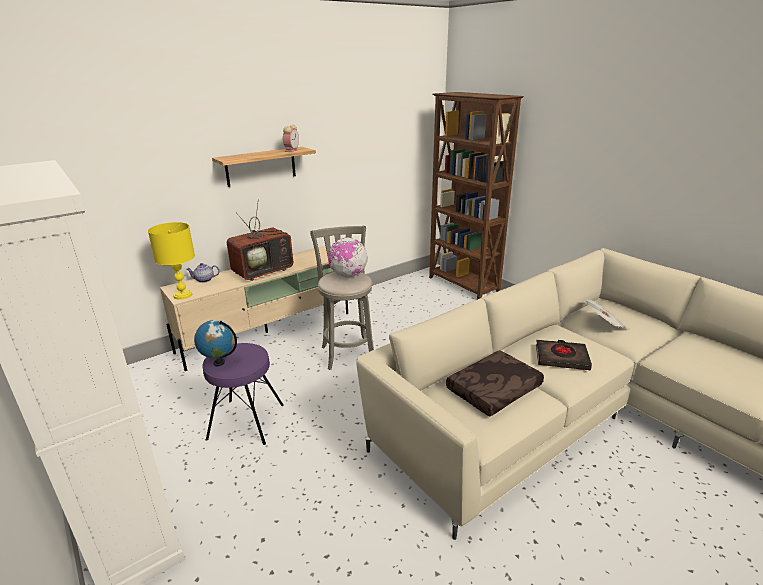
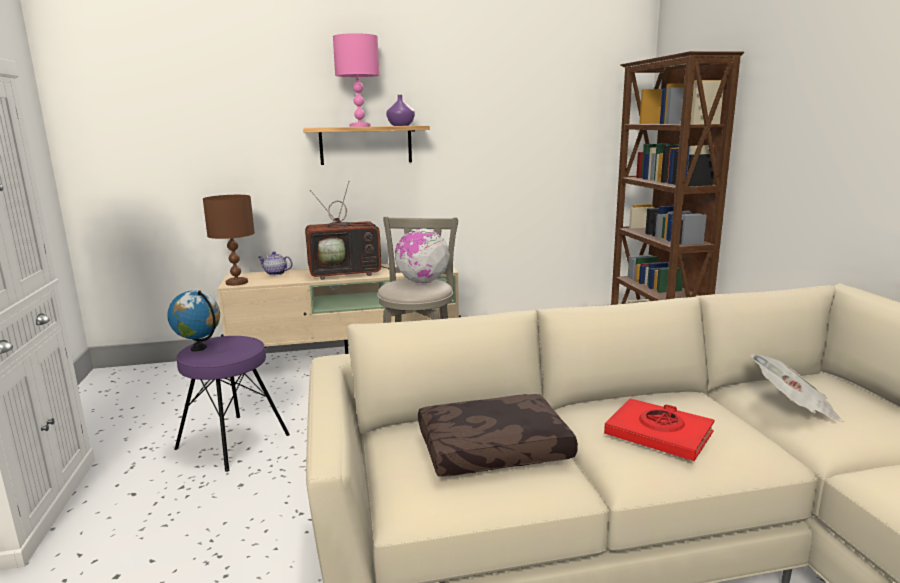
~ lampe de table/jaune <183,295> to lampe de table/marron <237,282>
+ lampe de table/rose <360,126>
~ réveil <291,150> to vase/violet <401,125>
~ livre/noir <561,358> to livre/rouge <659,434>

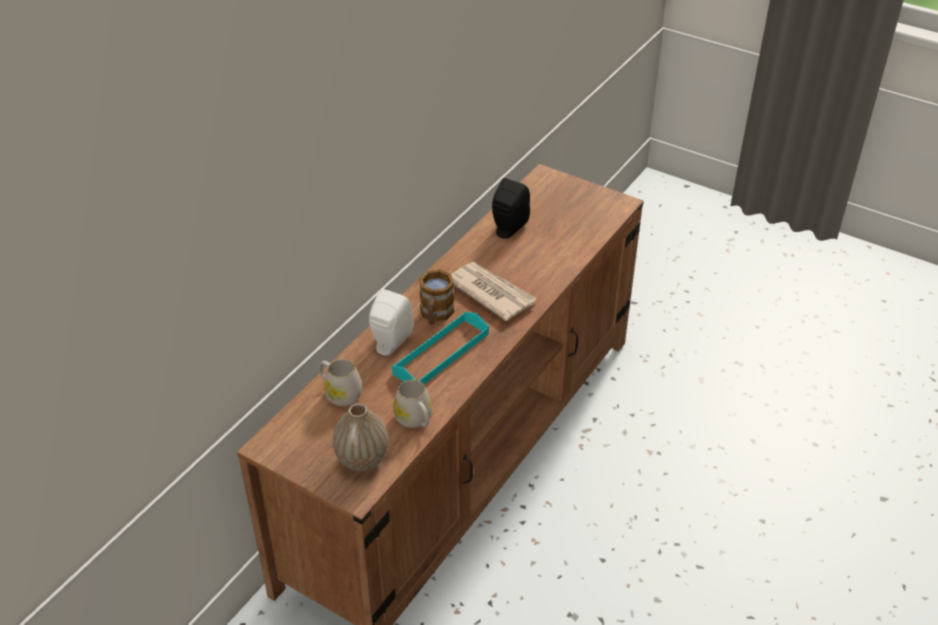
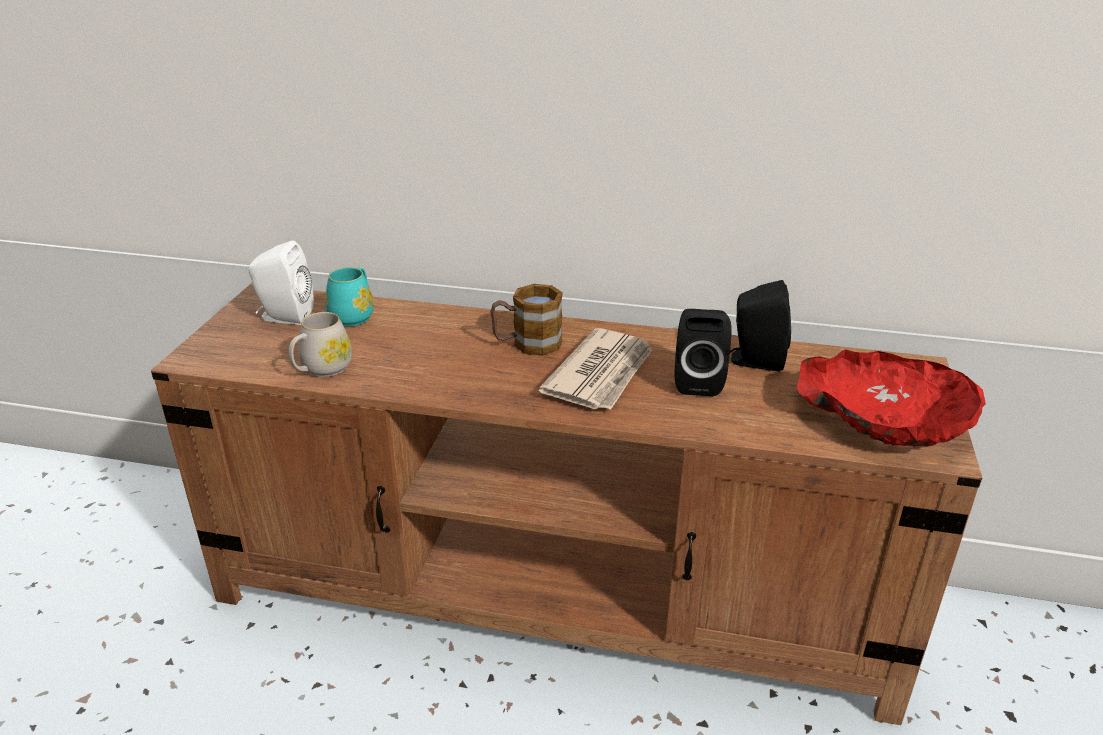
~ enceinte/blanc <389,344> to <284,316>
~ mug/blanc <340,393> to mug/turquoise <354,315>
+ enceinte/noir <697,381>
+ bol/rouge <884,419>
- vase <362,460>
- plateau/turquoise <441,353>

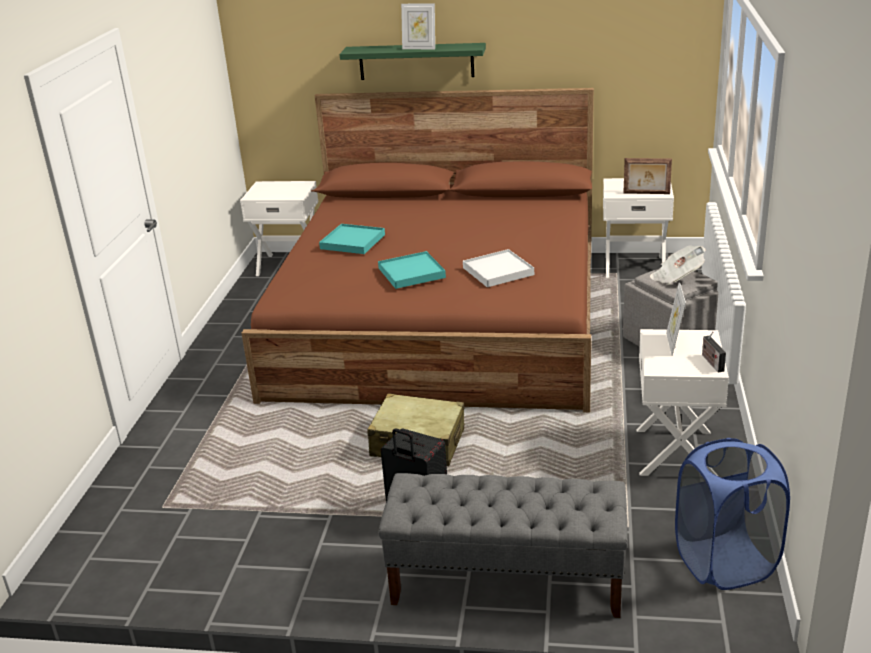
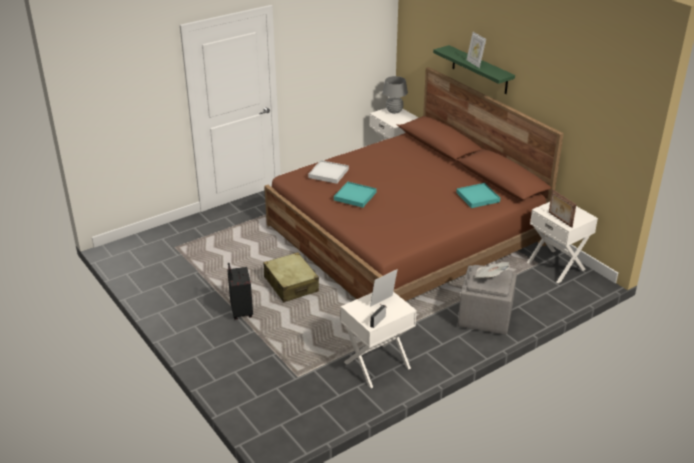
~ plateau/blanc <498,271> to <328,173>
+ lampe de table/gris <394,111>
~ plateau/turquoise <352,242> to <477,197>
- banc/gris <505,582>
- panier à linge/bleu <725,563>

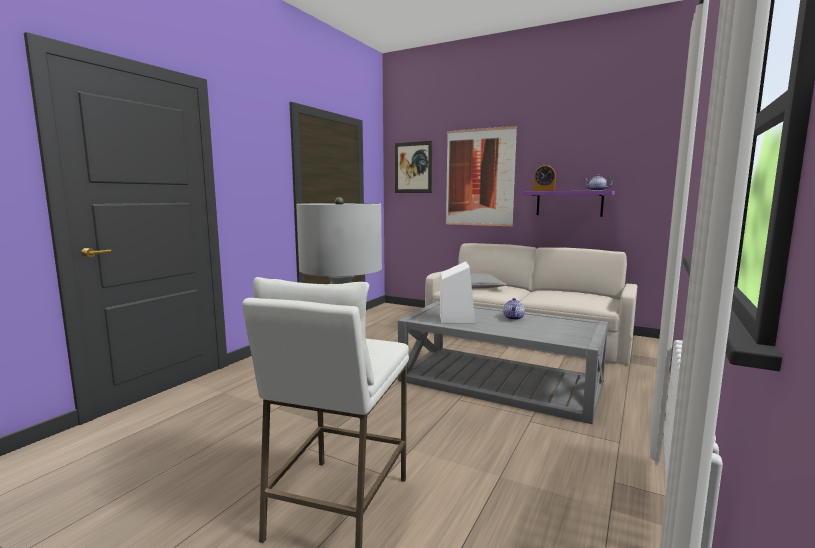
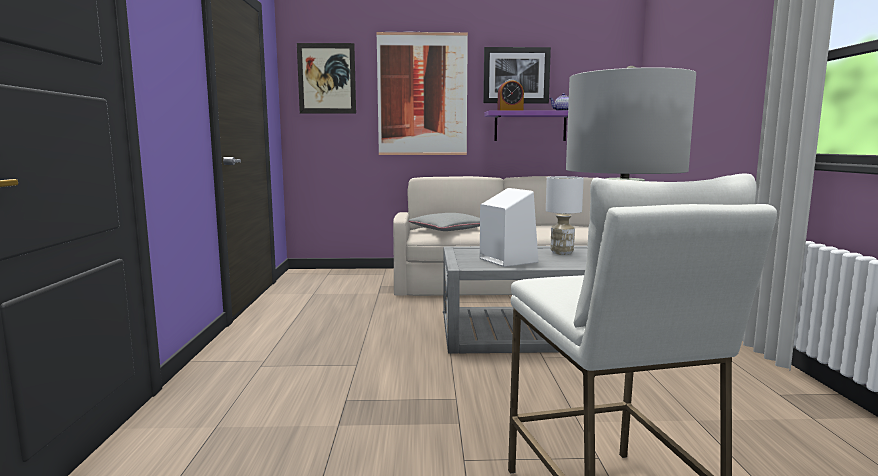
+ tableau <516,75>
~ théière <514,318> to lampe de table/blanc <562,253>

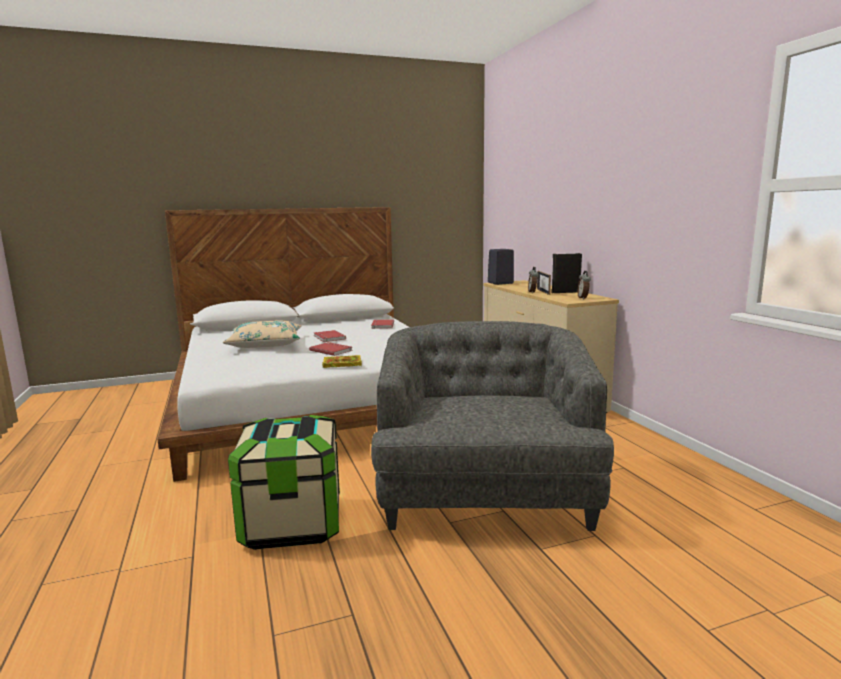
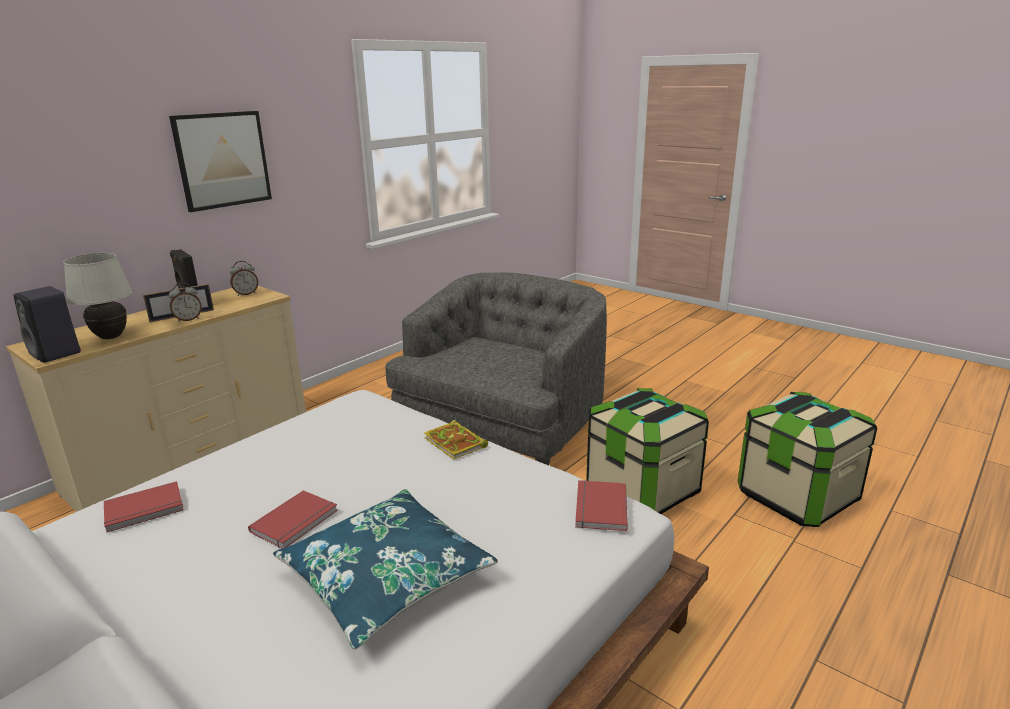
+ lampe de table/blanc <111,337>
+ tableau <222,160>
~ coussin/beige <265,344> to coussin/bleu <385,577>
~ fauteuil/gris <484,492> = <502,427> 150 degrees clockwise
~ livre/rouge <331,350> to <598,507>
+ boîte de rangement <796,497>

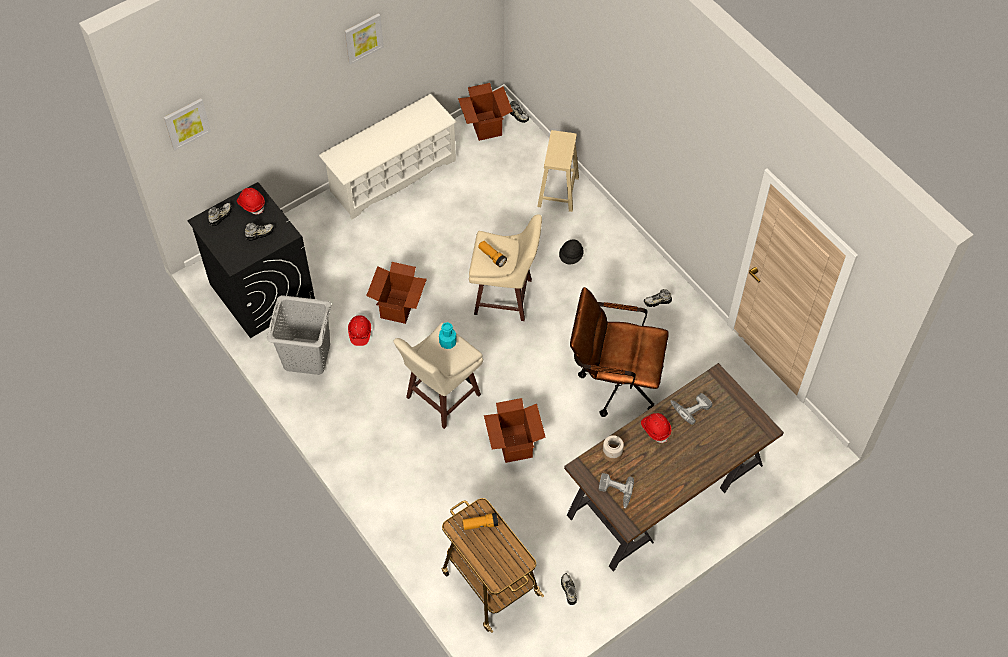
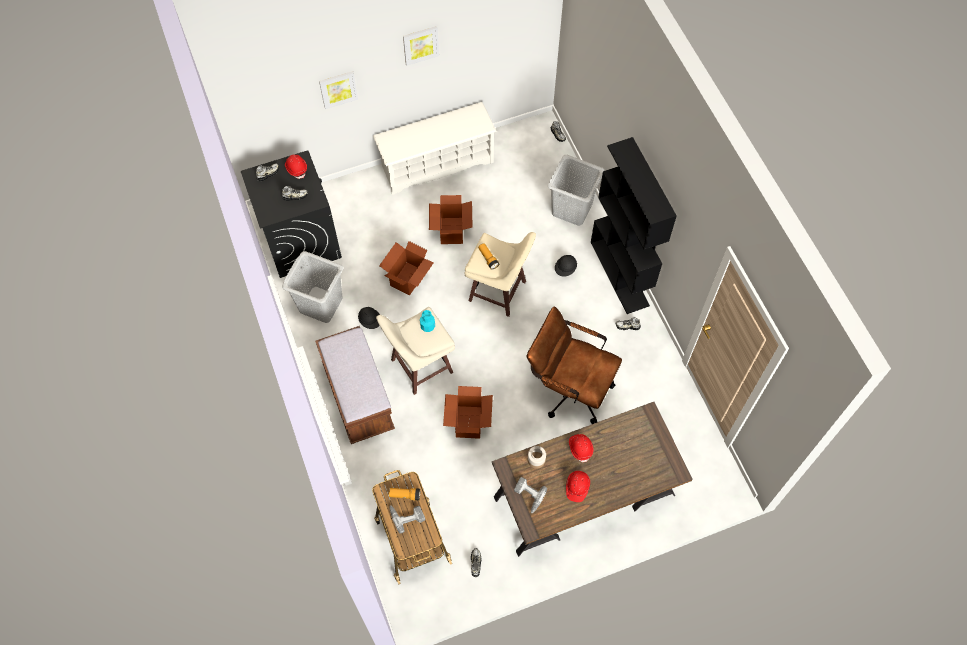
+ banc/marron <358,397>
~ tableau <186,123> to <338,89>
+ casque de chantier/noir <370,321>
~ perceuse <690,407> to <406,515>
~ carton <485,126> to <451,231>
~ tabouret/beige <558,191> to panier à linge/gris <571,208>
~ casque de chantier/rouge <360,333> to <577,487>
+ bibliothèque/noir <620,274>

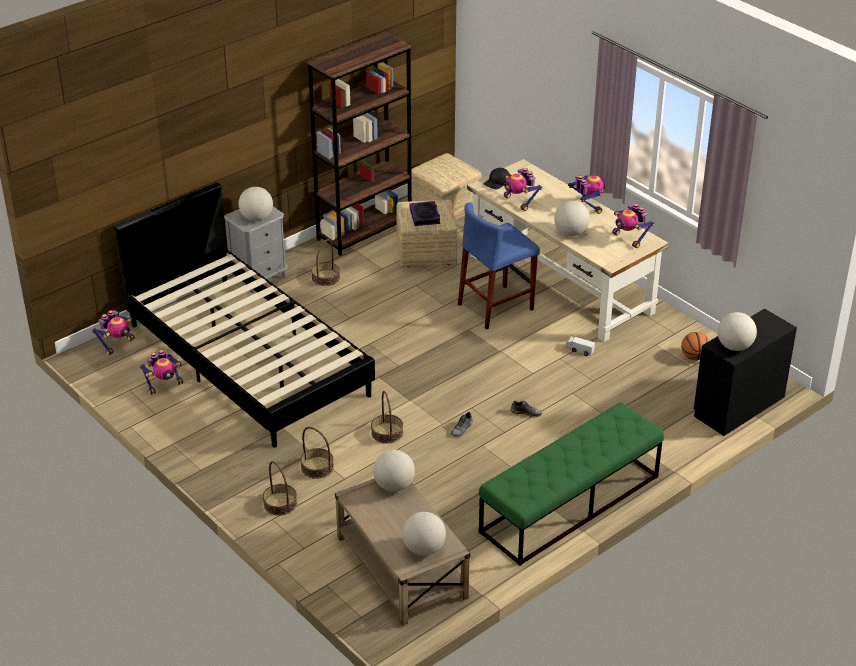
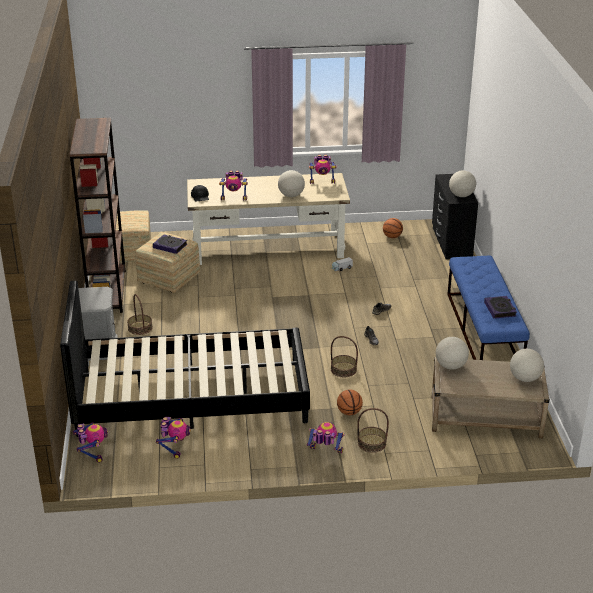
~ robot jouet <587,206> to <325,453>
~ panier <317,467> to ballon de basket <349,412>
~ banc/vert <569,504> to banc/bleu <483,331>
+ livre <500,309>
- globe <256,218>
- tabouret/bleu <495,307>

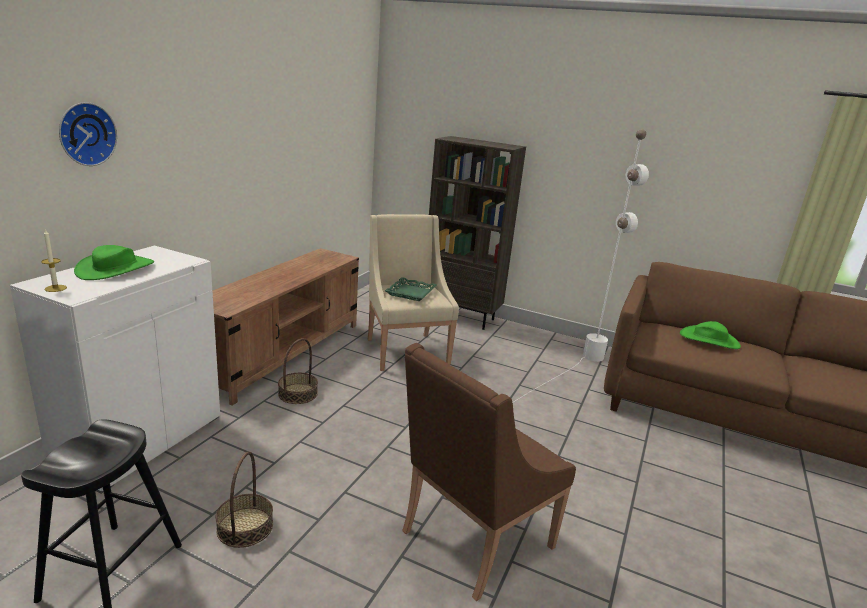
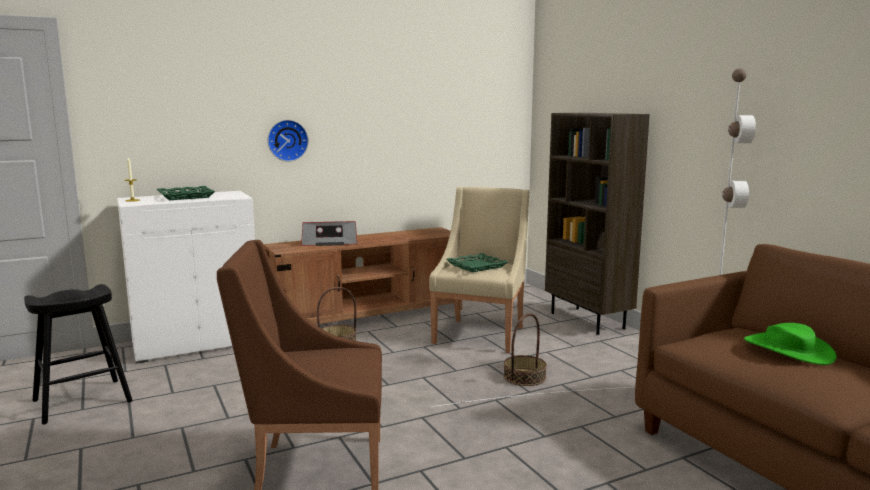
~ chapeau/vert <116,269> to plateau/vert <186,196>
~ horloge murale <85,134> to <287,140>
+ radio <330,242>
~ panier <245,527> to <524,377>

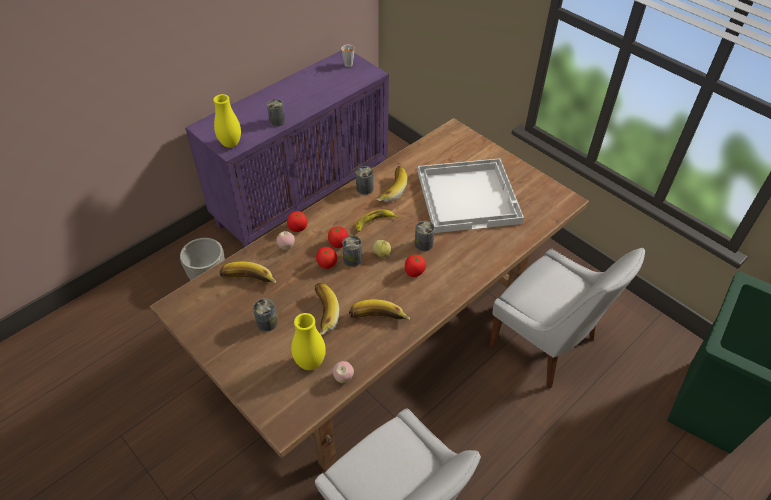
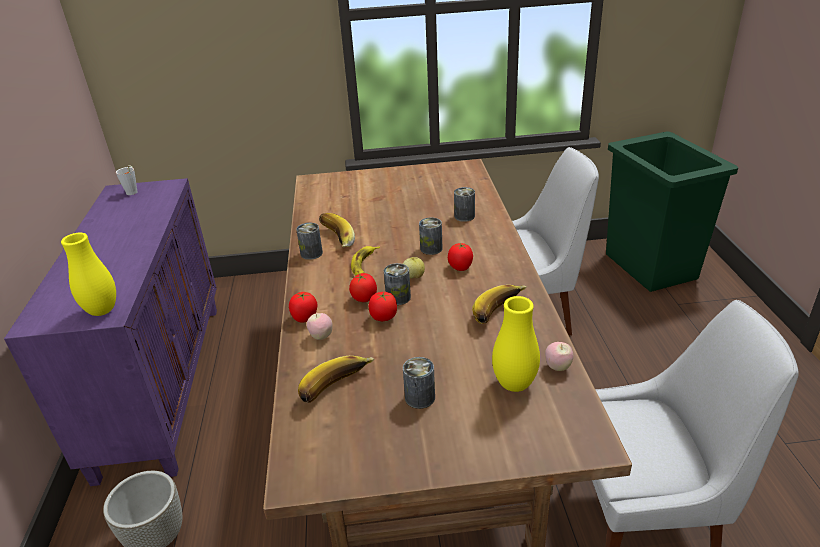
~ boîte métallique <277,121> to <464,216>
- banane <321,314>
- plateau/blanc <468,196>

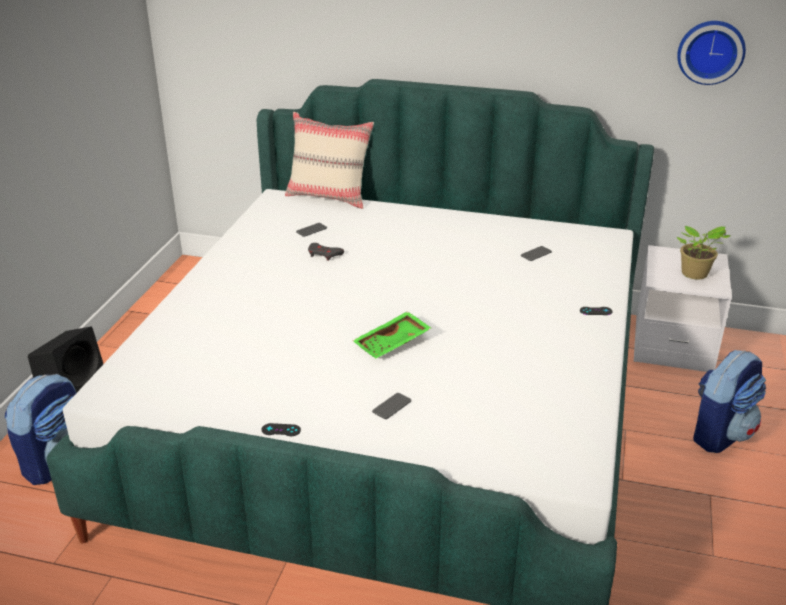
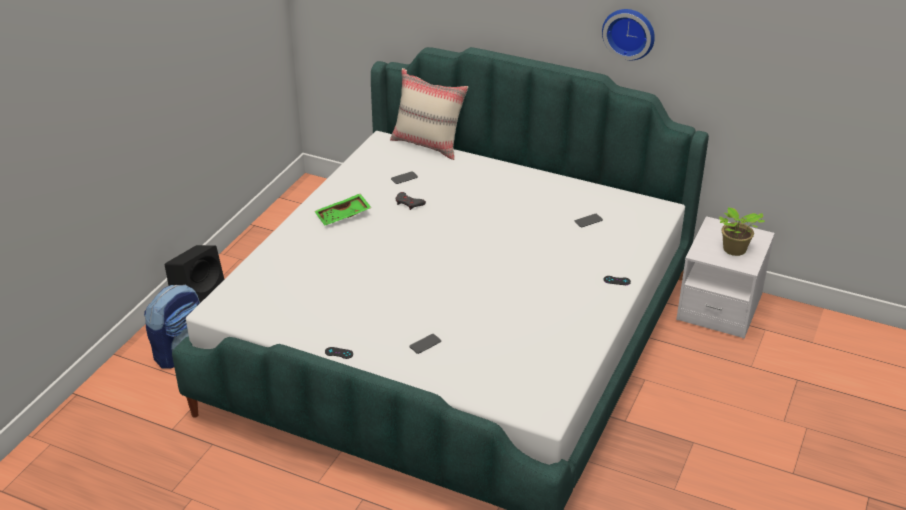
~ plateau/vert <393,344> to <343,216>
~ horloge murale <710,51> to <629,32>
- sac à dos <720,434>

